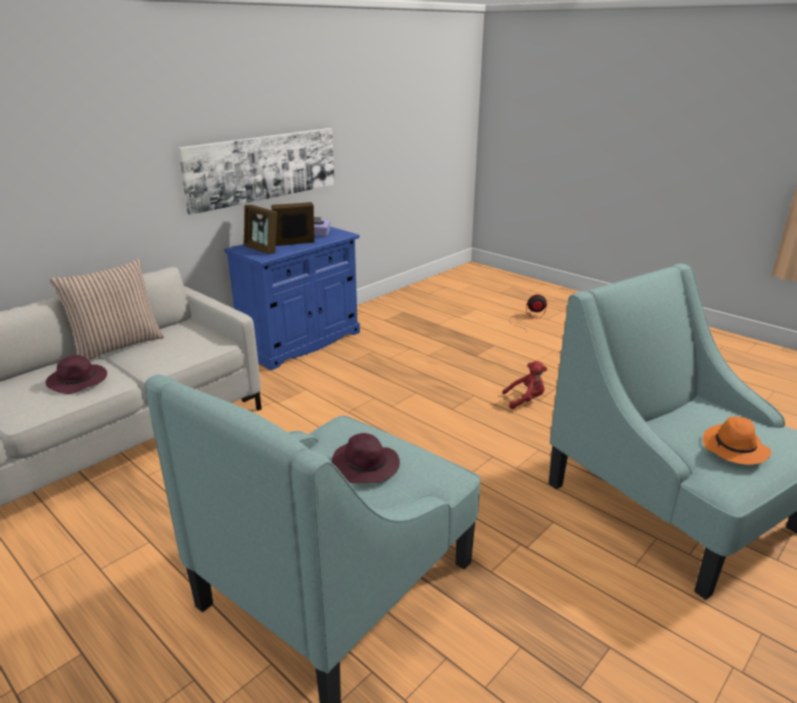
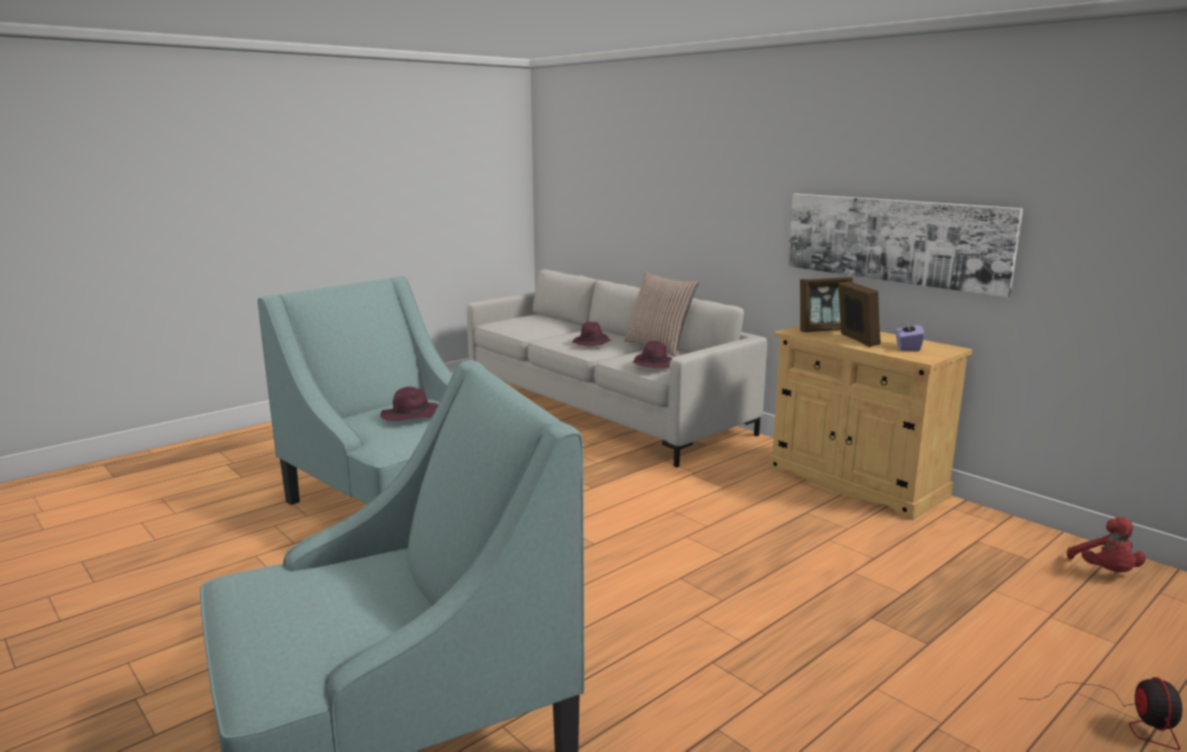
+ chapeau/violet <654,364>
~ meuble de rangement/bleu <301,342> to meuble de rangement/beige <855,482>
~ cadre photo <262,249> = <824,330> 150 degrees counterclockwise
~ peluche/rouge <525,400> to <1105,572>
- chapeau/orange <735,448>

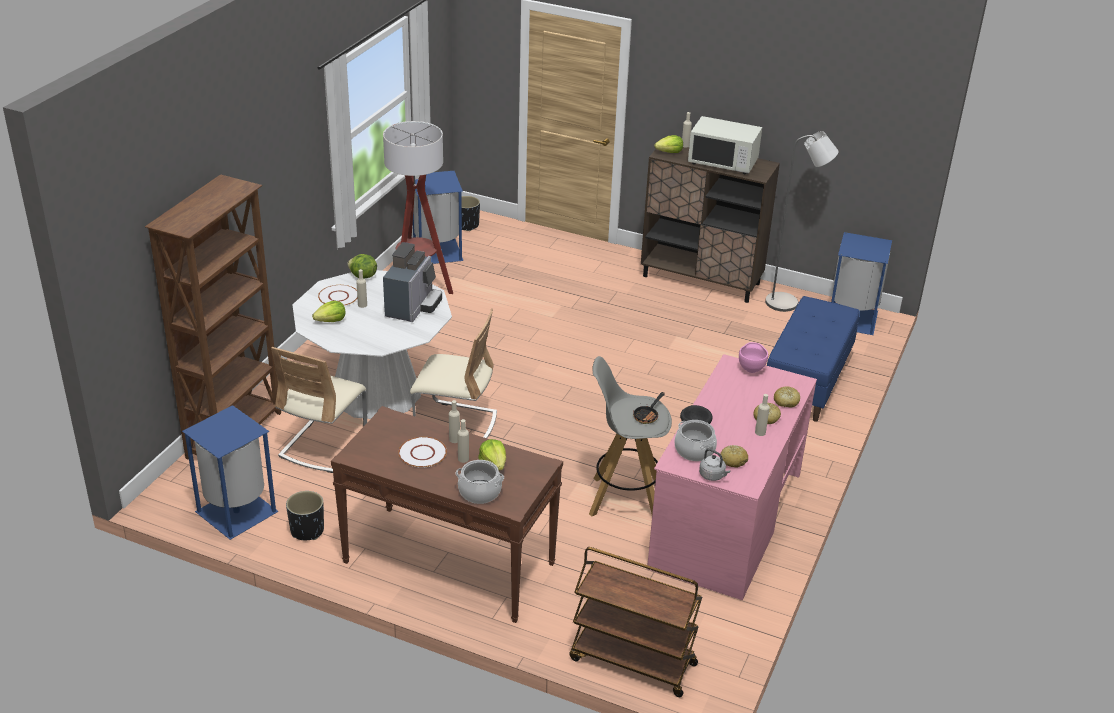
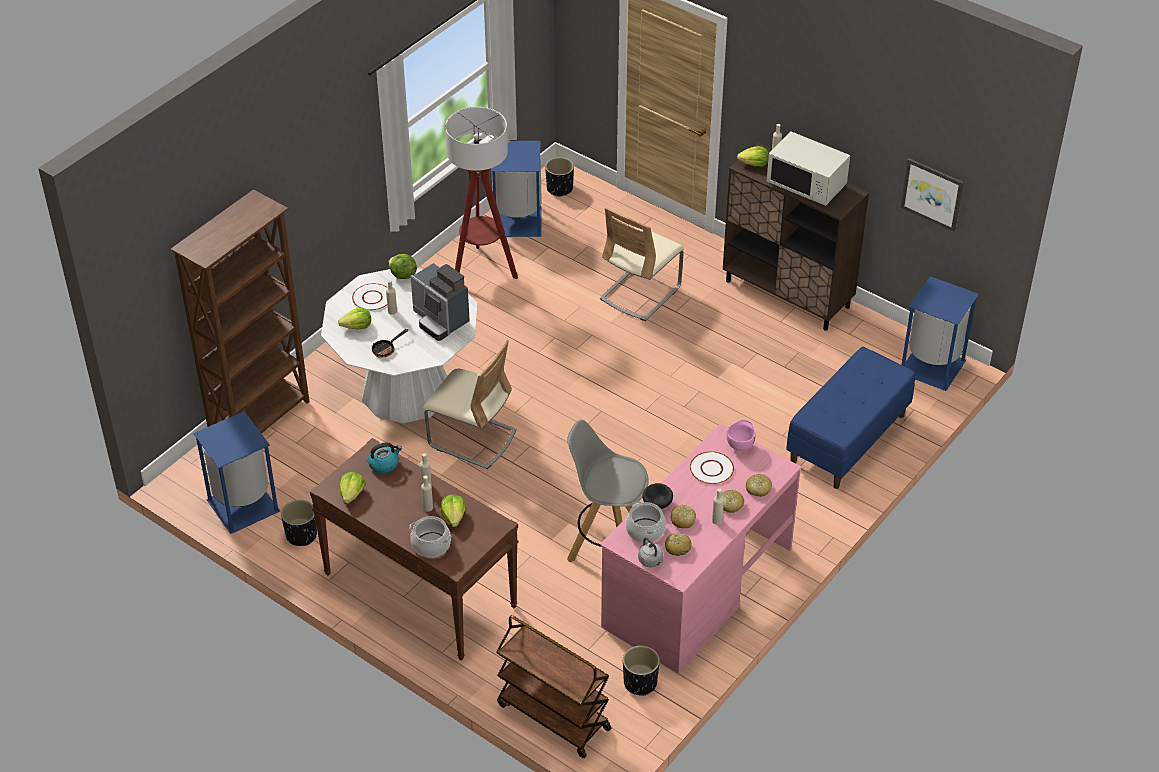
+ laitue <352,494>
+ bouilloire <384,464>
~ poêle <647,415> to <386,349>
~ machine à café <413,307> = <440,320> 105 degrees clockwise
~ chaise/beige <323,445> to <640,293>
+ cache-pot/noir <640,682>
+ pain <683,520>
~ assiette/blanc <422,453> to <711,469>
+ tableau <932,194>
- lampadaire/gris <788,303>

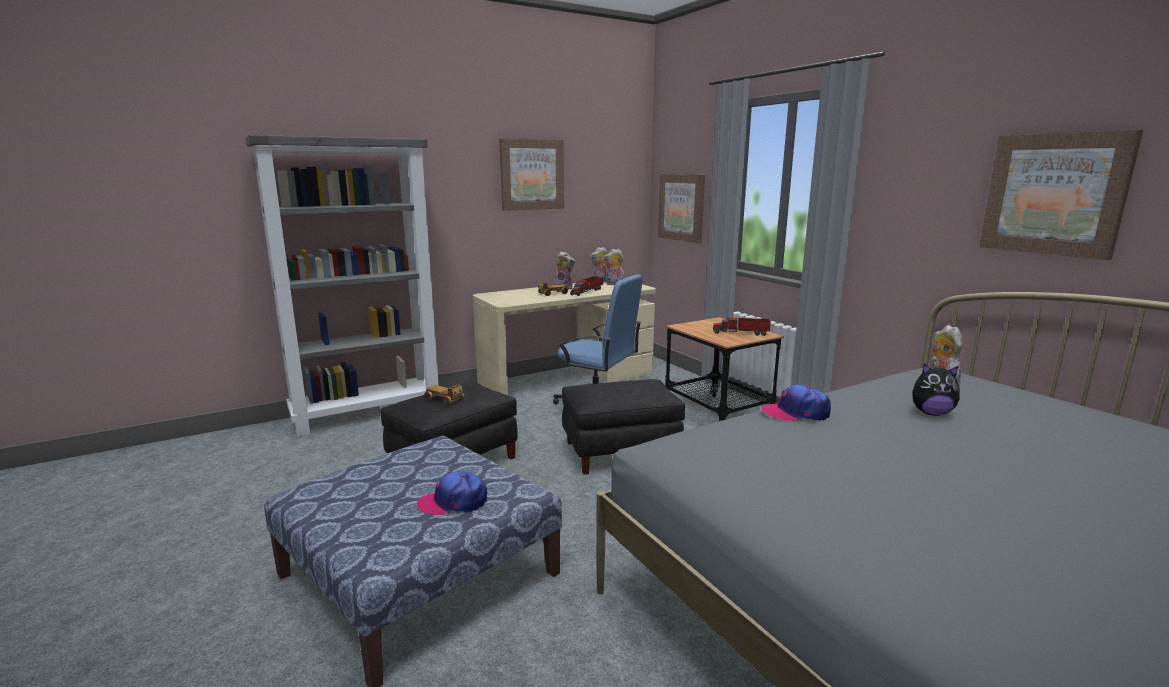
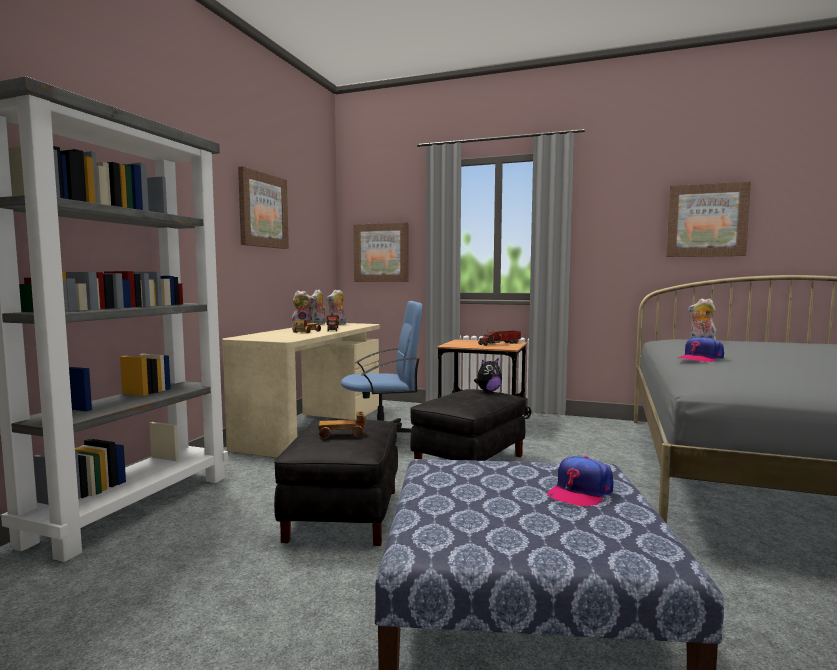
~ peluche <931,413> to <488,391>

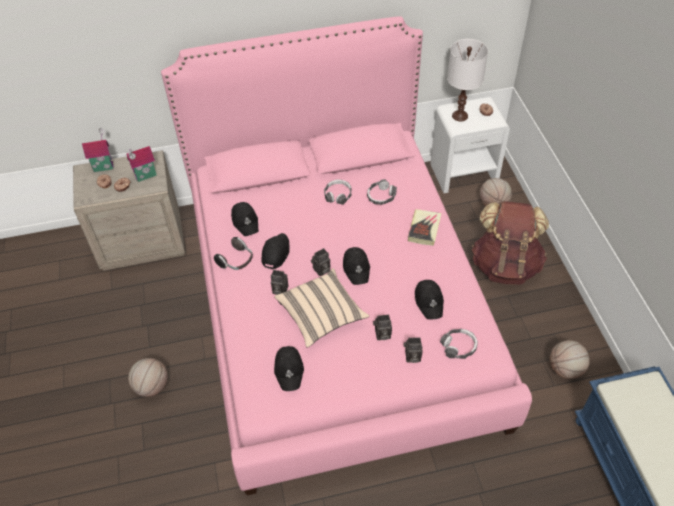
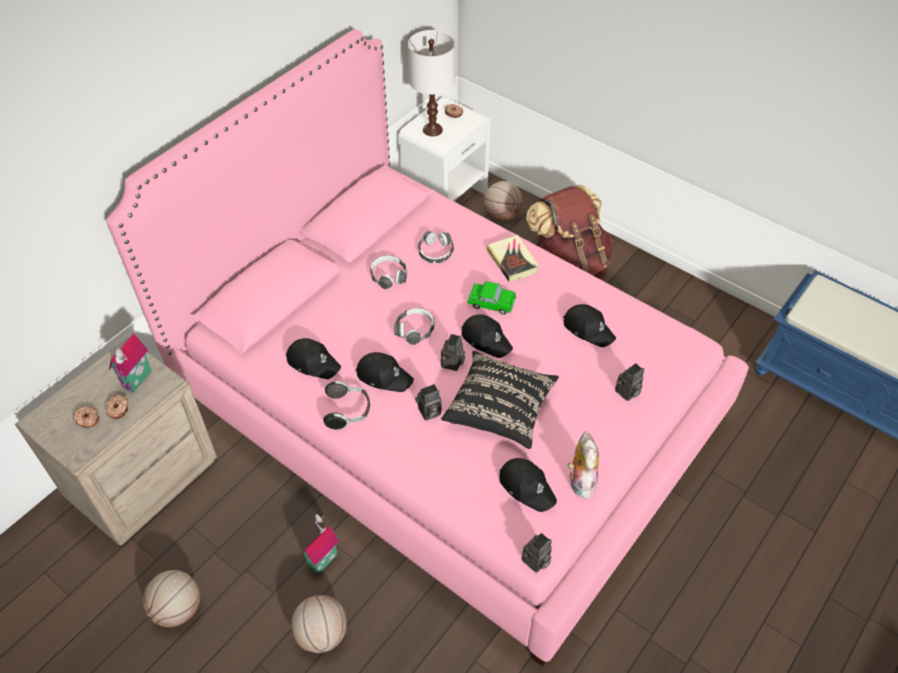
~ ballon de basket <565,369> to <178,609>
~ maison miniature <103,166> to <321,559>
~ casquette/noir <275,253> = <384,376> 135 degrees clockwise
~ casque audio <458,346> to <415,329>
~ coussin/beige <321,315> to coussin/noir <499,409>
+ petite voiture <491,303>
~ appareil photo <382,335> to <535,562>
+ peluche <580,481>

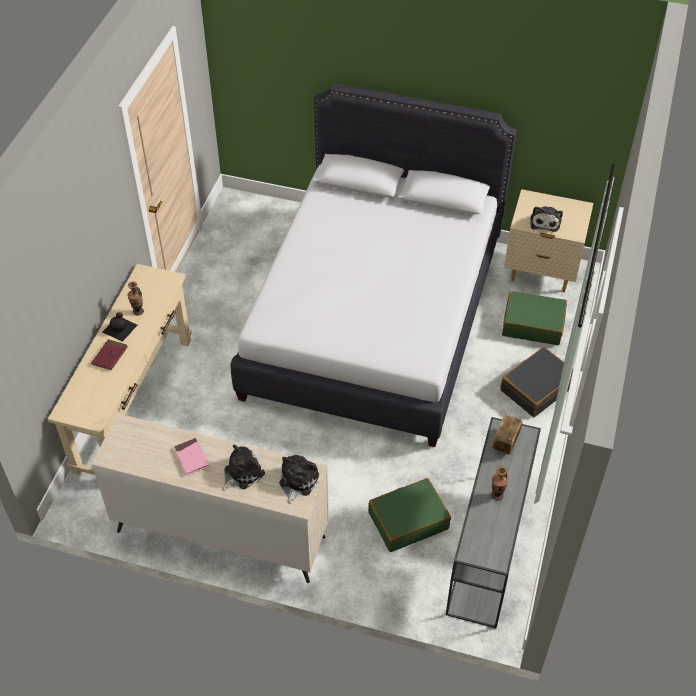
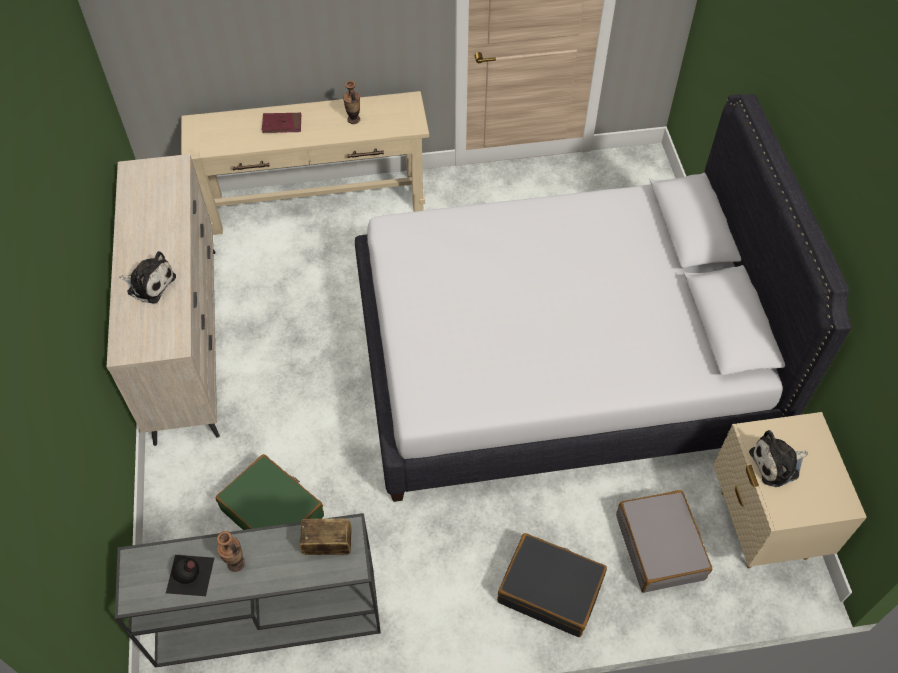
~ bouteille/noir <120,328> to <190,576>
~ valise/vert <533,324> to valise/gris <660,547>
- livre/rose <191,457>
- peluche <297,481>

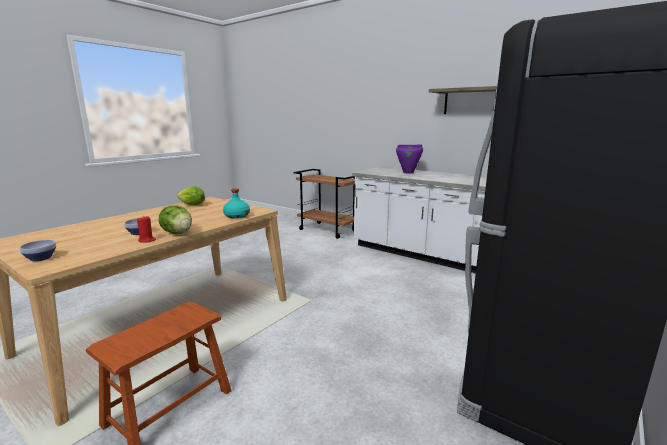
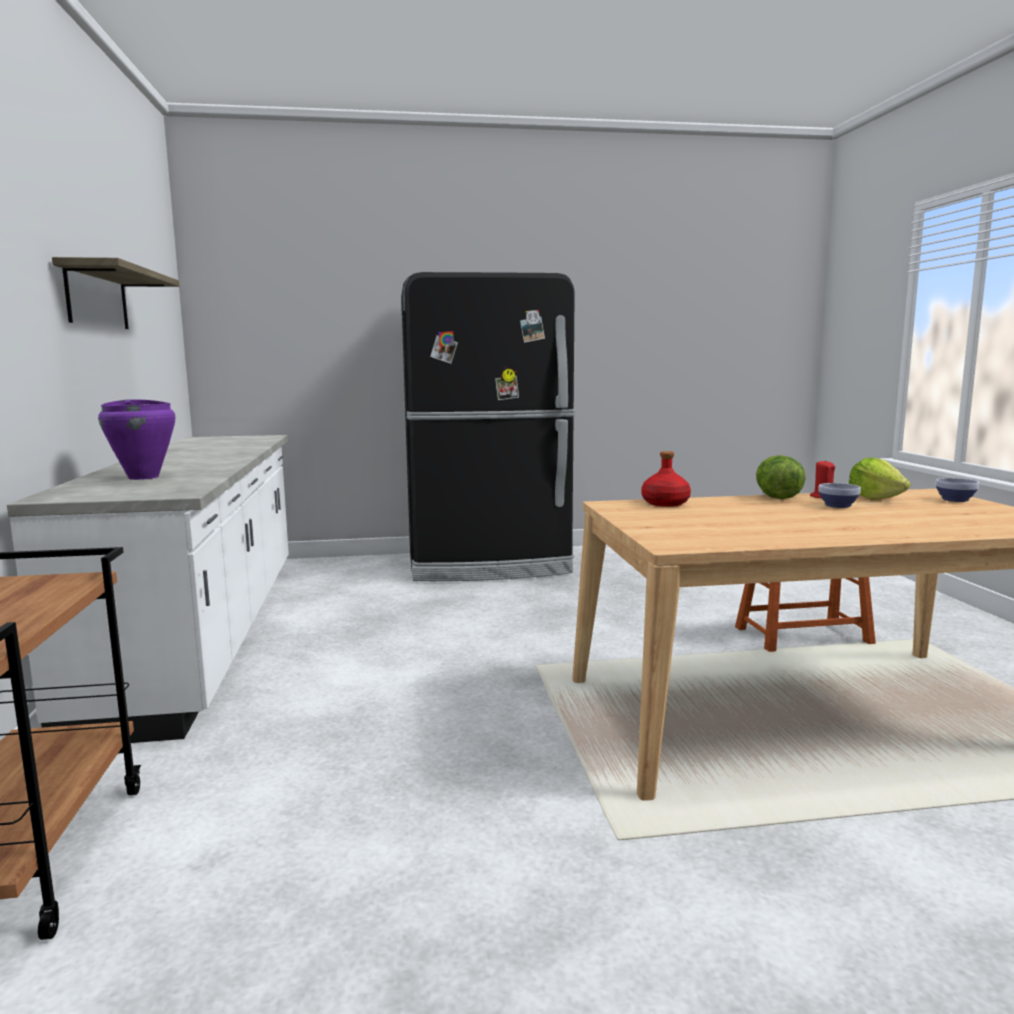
~ bouteille/turquoise <236,216> to bouteille/rouge <665,503>
~ laitue <192,205> to <875,498>

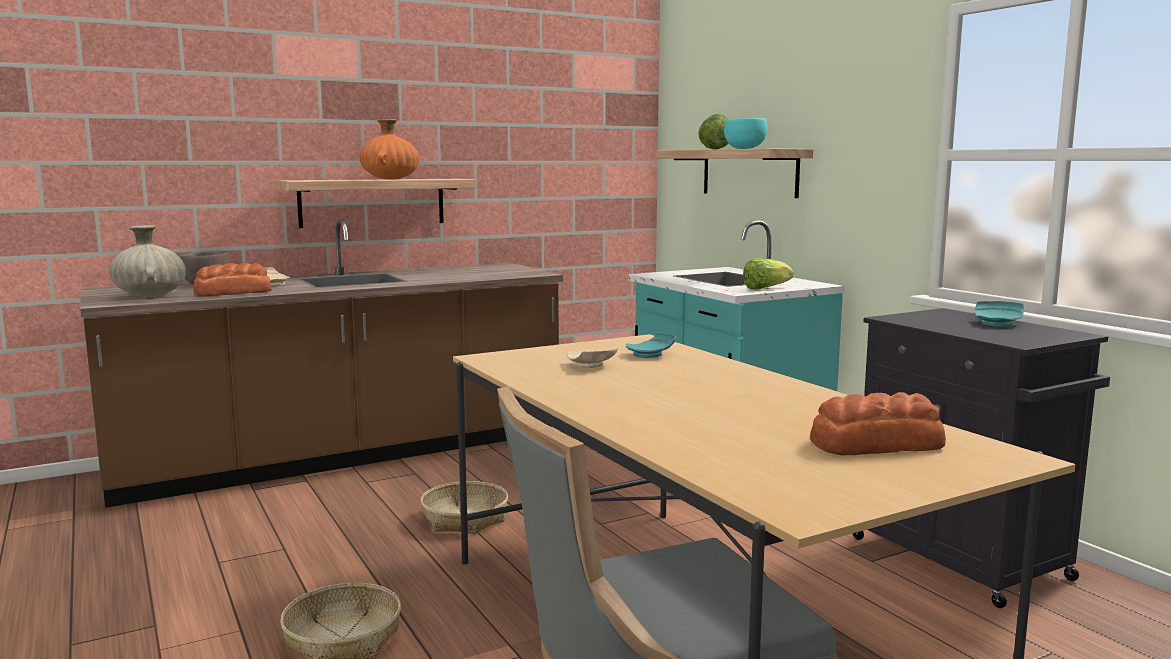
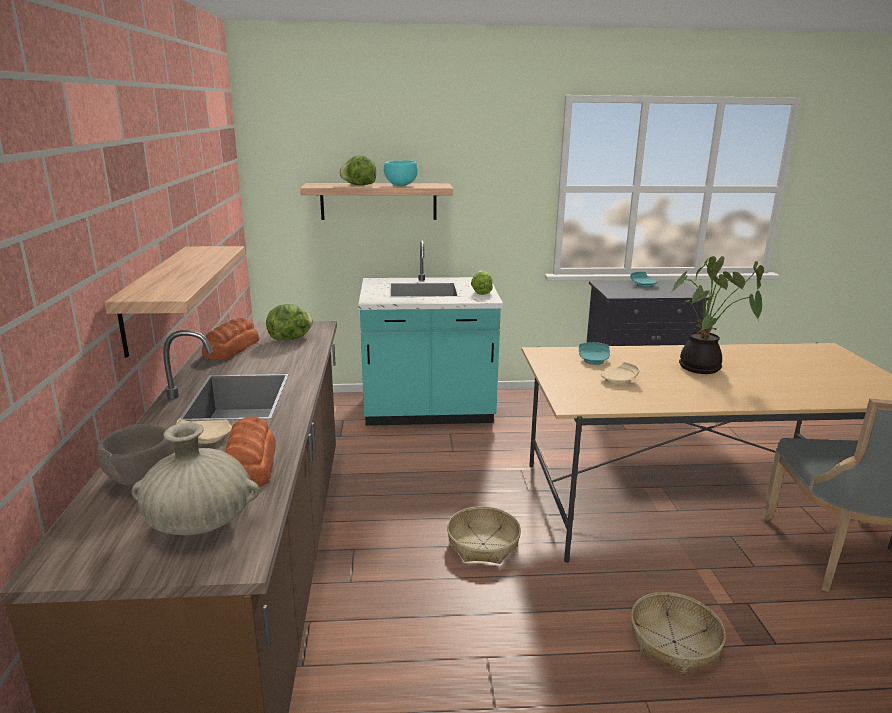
~ pain <874,444> to <231,348>
+ laitue <291,339>
+ plante en pot <703,369>
- vase/orange <390,179>

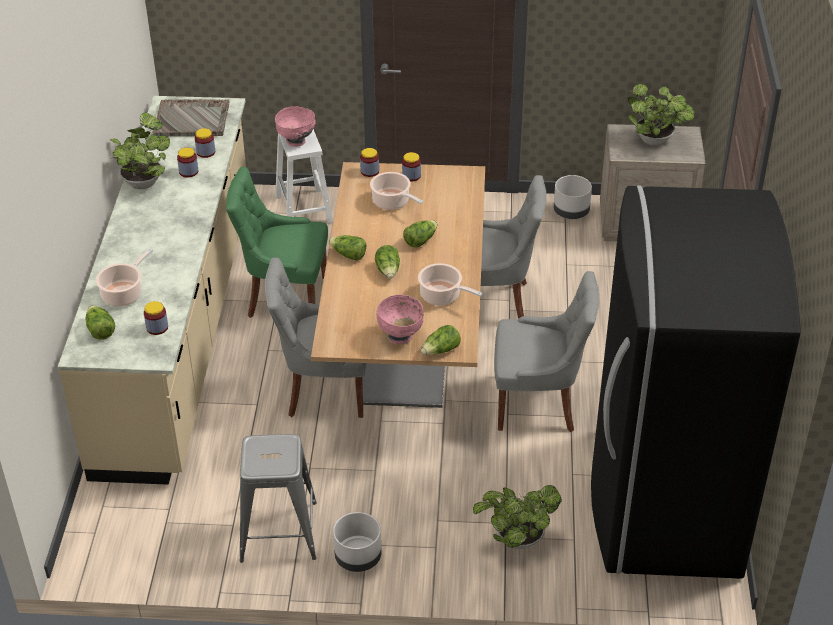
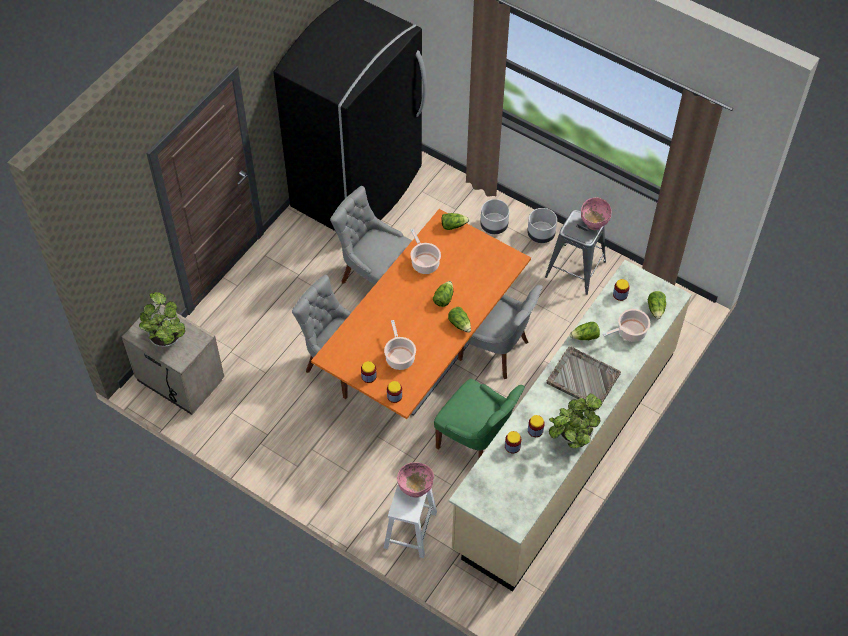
~ table à manger/beige <406,348> to table à manger/orange <423,357>
~ cache-pot/gris <571,212> to <493,225>
~ plateau/gris <192,120> to <582,378>
~ laitue <420,240> to <585,337>
~ bol/rose <400,337> to <593,224>
- plante en pot <516,540>

